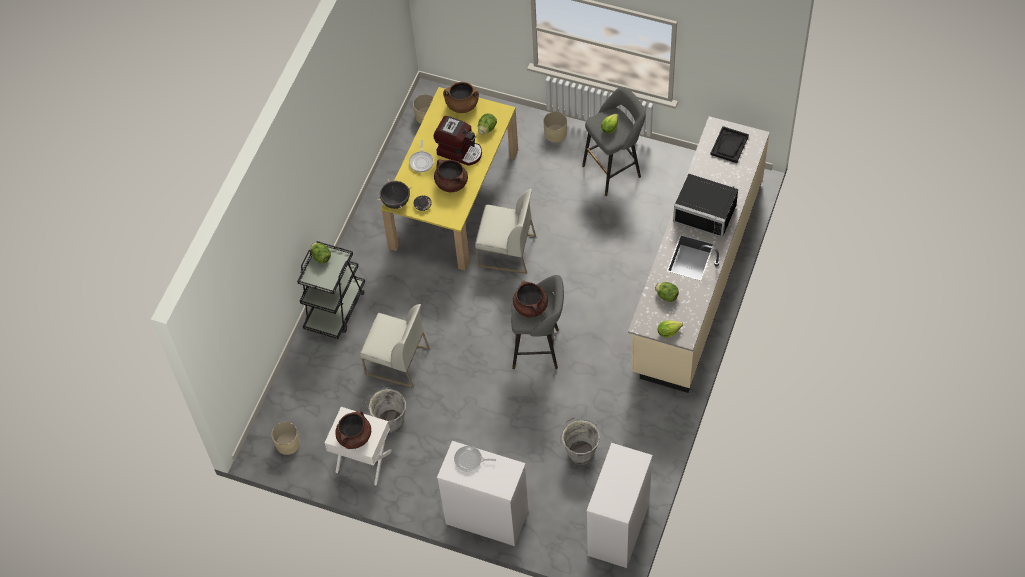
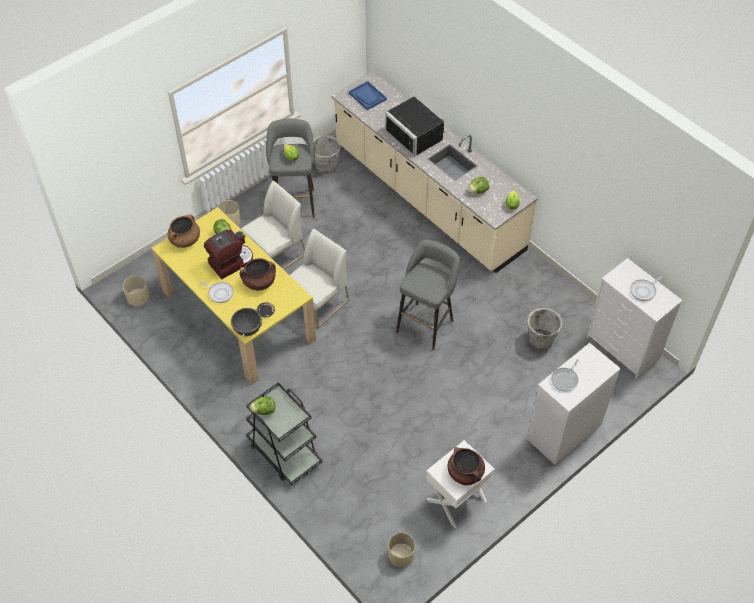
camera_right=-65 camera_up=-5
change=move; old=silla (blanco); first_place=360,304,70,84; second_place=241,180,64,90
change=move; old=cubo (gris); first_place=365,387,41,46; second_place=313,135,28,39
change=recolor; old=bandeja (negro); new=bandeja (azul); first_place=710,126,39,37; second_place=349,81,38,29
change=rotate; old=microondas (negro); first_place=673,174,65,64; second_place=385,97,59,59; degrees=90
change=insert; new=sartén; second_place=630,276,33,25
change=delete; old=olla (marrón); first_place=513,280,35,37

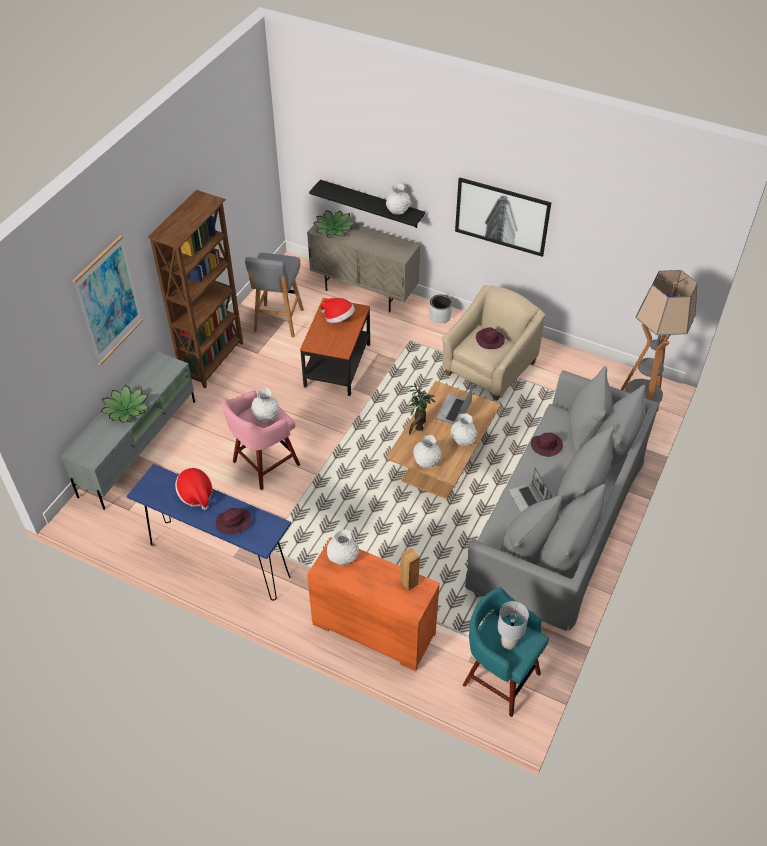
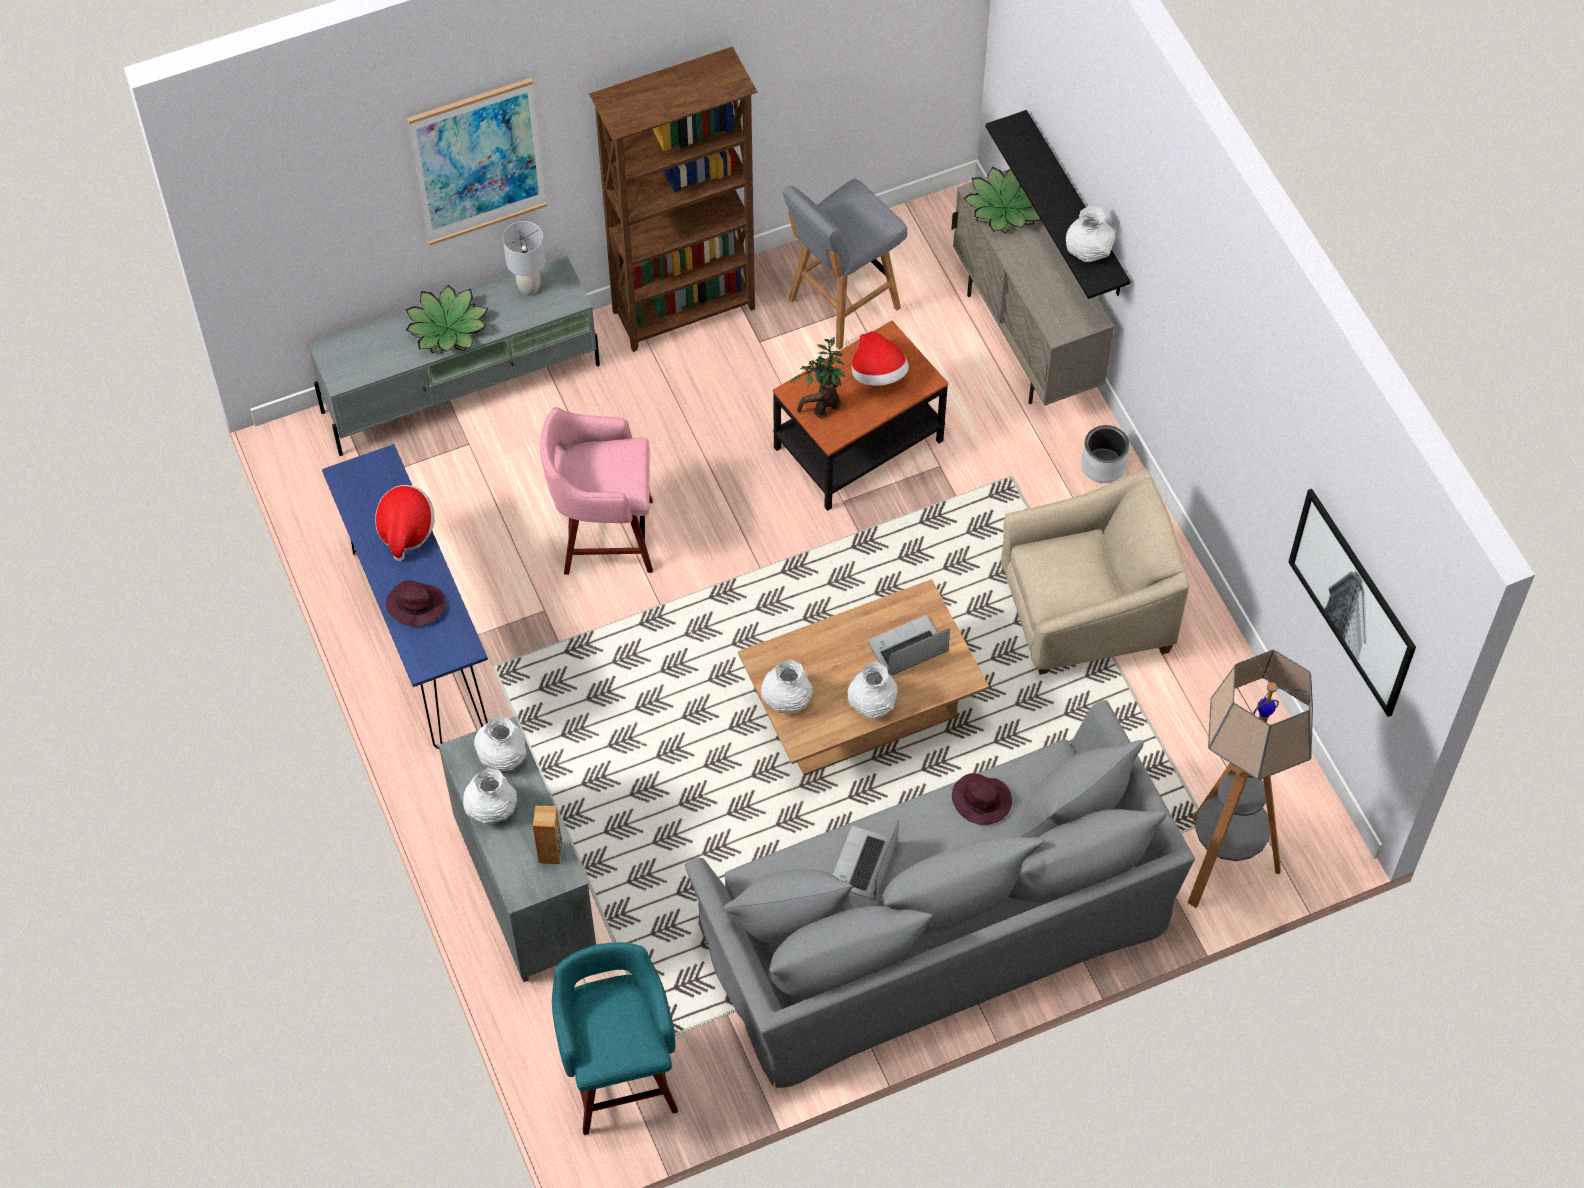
camera_right=40 camera_up=10
change=recolor; old=cómoda (naranja); new=cómoda (gris); first_place=307,537,133,134; second_place=439,717,157,265
change=move; old=florero (blanco); first_place=251,388,29,34; second_place=463,767,54,58
change=move; old=lámpara de mesa (gris); first_place=497,601,32,49; second_place=503,221,43,74
change=move; old=planta en maceta; first_place=408,383,27,51; second_place=790,337,56,82
change=move; old=cuadro; first_place=455,177,96,80; second_place=1288,489,128,228
change=delete; old=sombrero (morado); first_place=476,327,29,22

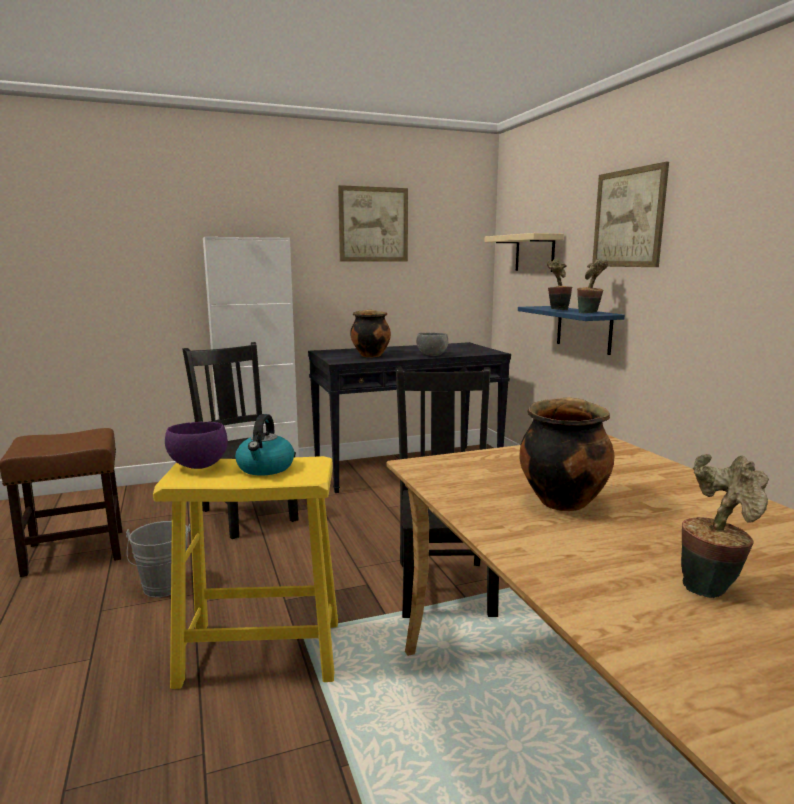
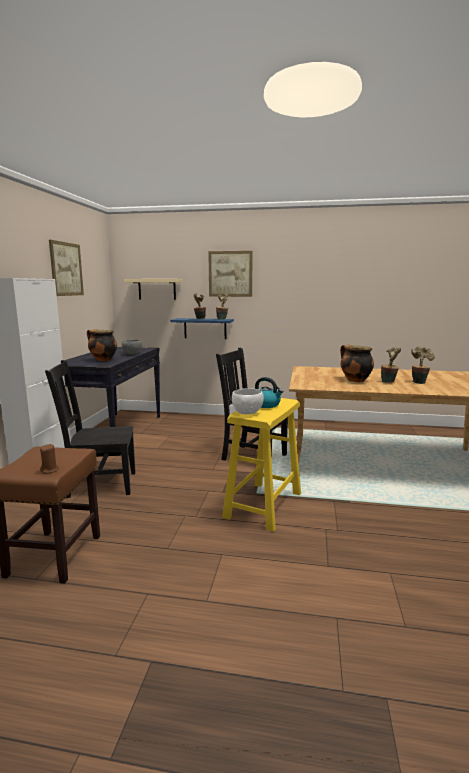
camera_right=-60 camera_up=0
change=insert; new=vela (marrón); second_place=40,444,19,30
change=recolor; old=cuenco (morado); new=cuenco (blanco); first_place=165,422,63,47; second_place=232,388,32,26
change=insert; new=planta en maceta; second_place=381,347,20,36
change=delete; old=cubo (gris); first_place=126,521,64,76

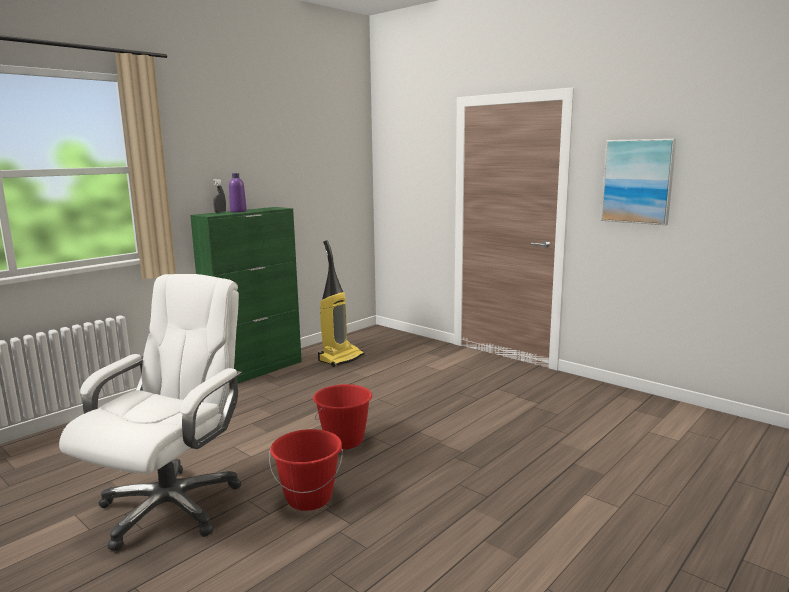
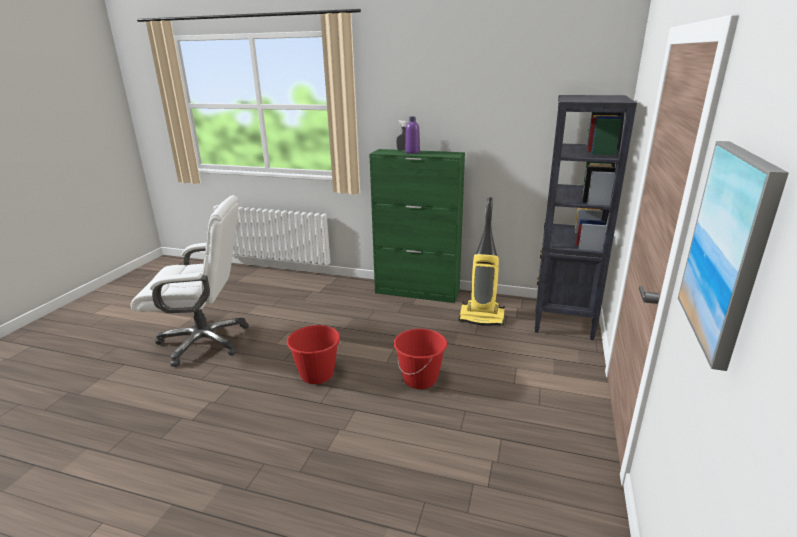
camera_right=65 camera_up=10
change=move; old=cubo (rojo); first_place=269,429,74,82; second_place=394,329,53,60
change=insert; new=estantería (negro); second_place=534,95,103,246

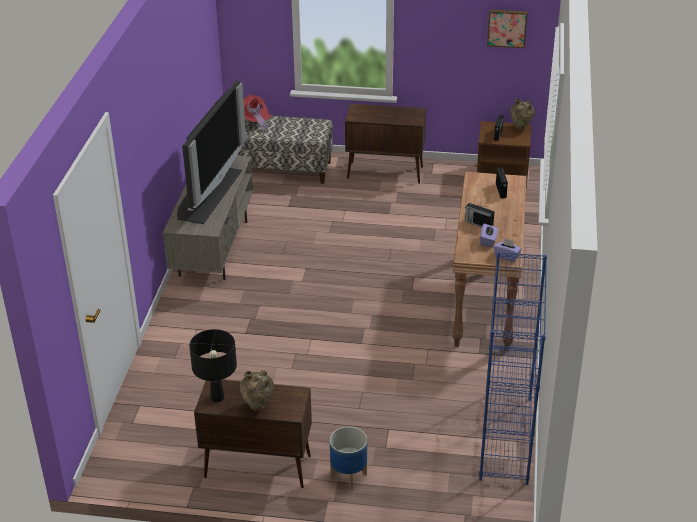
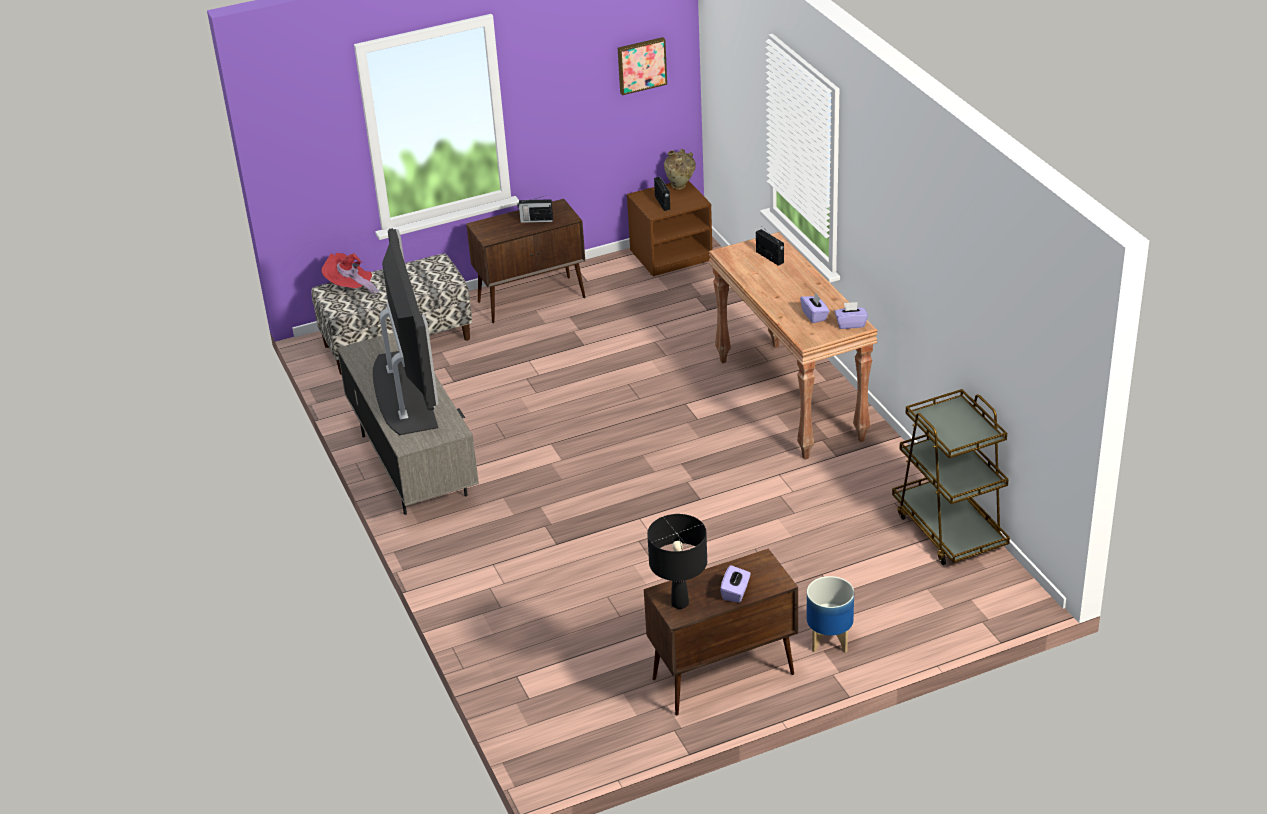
camera_right=-30 camera_up=0
change=move; old=radio; first_place=465,203,29,24; second_place=518,196,35,27
change=replace; old=florero (beis); new=caja de pañuelos (morado); first_place=240,370,34,41; second_place=720,565,31,38
change=replace; old=estantería (azul); new=carrito (marrón); first_place=479,251,68,234; second_place=892,389,118,176

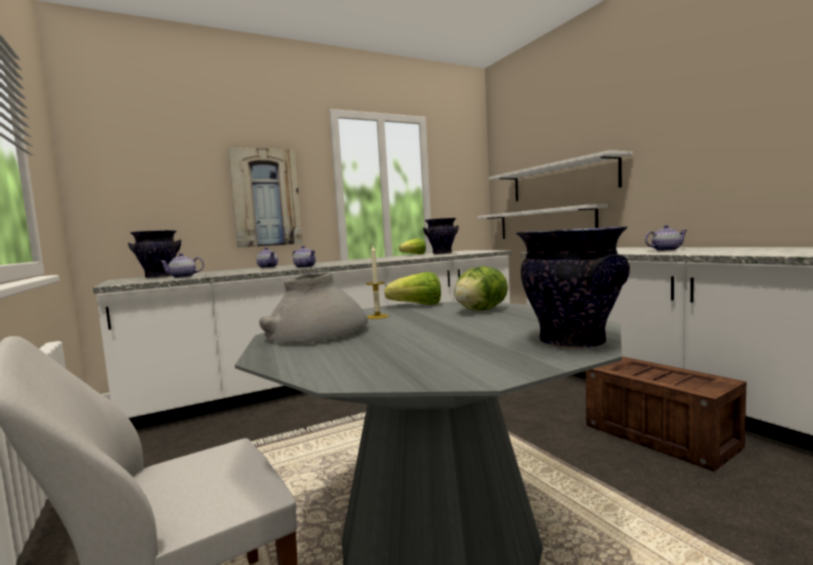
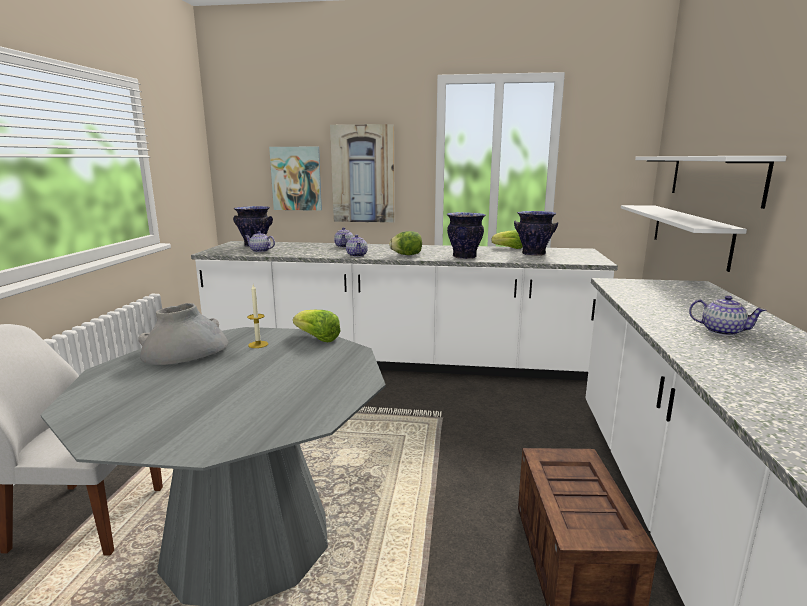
camera_right=35 camera_up=10
change=insert; new=cuadro; second_place=269,147,53,64
change=move; old=lechuga; first_place=454,266,54,45; second_place=389,231,33,24
change=move; old=florero; first_place=516,226,114,123; second_place=447,212,39,47

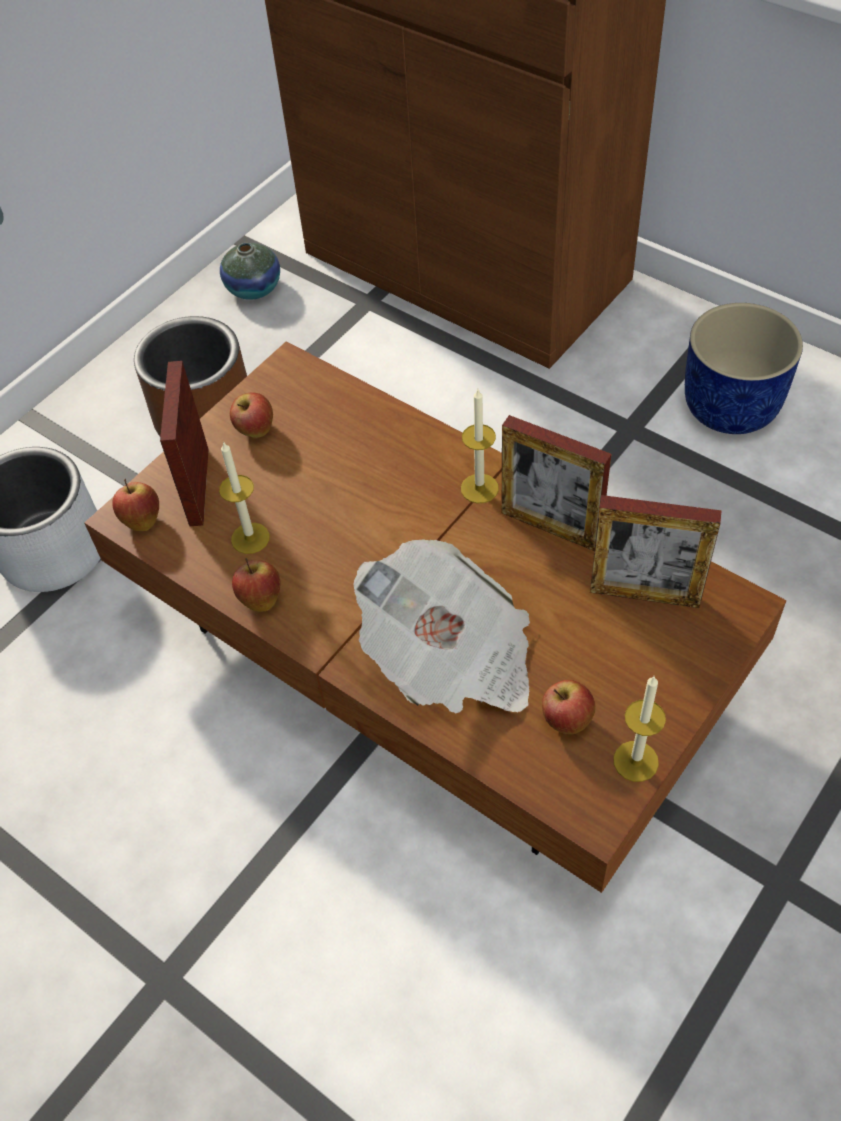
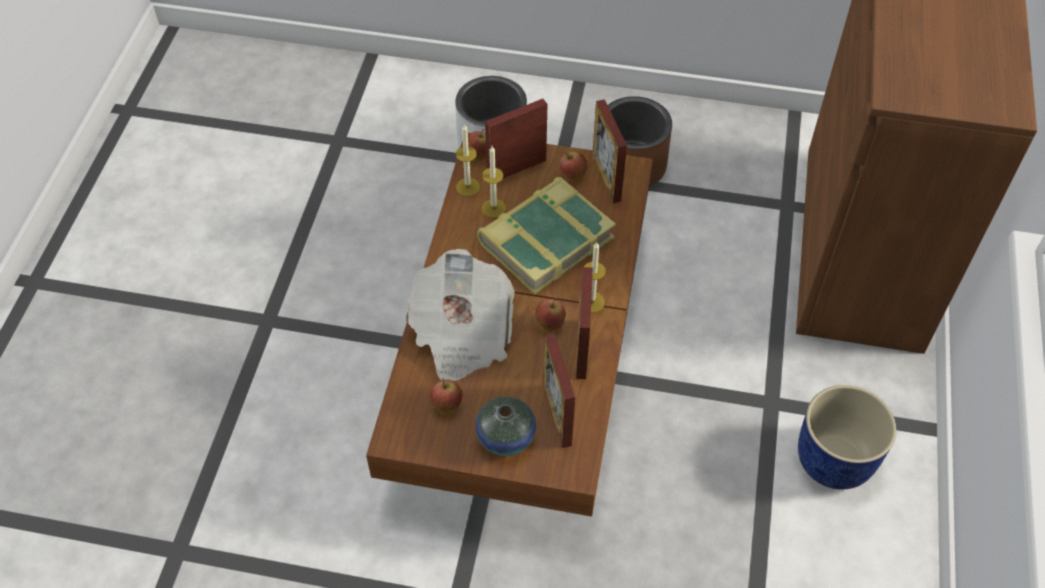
camera_right=60 camera_up=0
change=move; old=vela; first_place=613,676,53,106; second_place=456,124,24,72
change=move; old=florero; first_place=220,243,60,57; second_place=475,396,61,60
change=insert; new=libro; second_place=477,177,139,117
change=move; old=manzana; first_place=232,558,49,53; second_place=535,298,31,35
change=insert; new=portarretratos; second_place=592,99,35,104

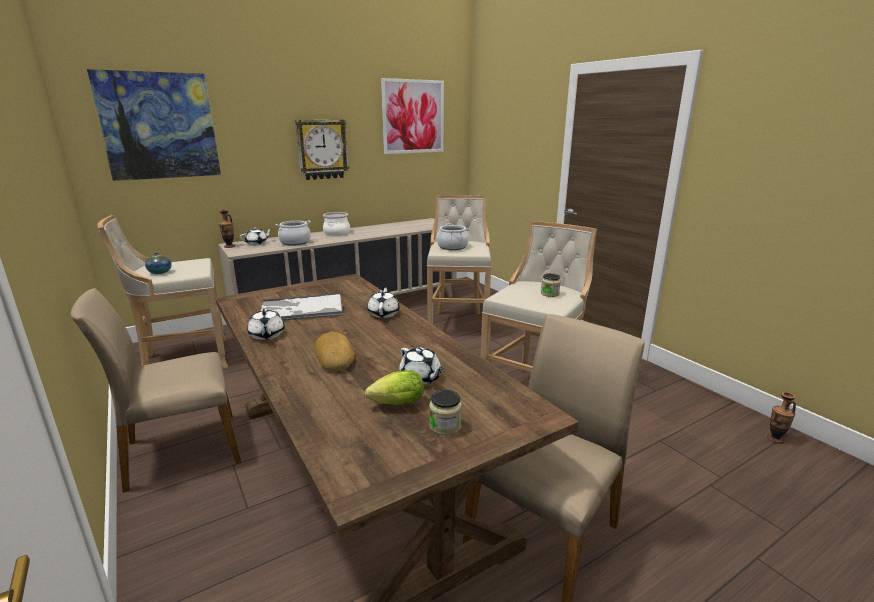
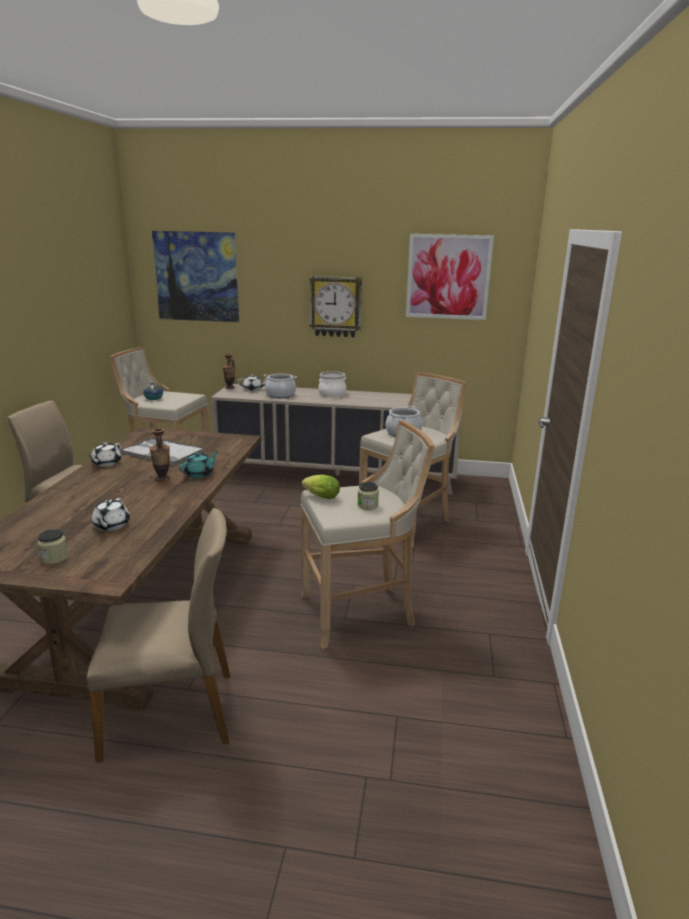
camera_right=40 camera_up=0
change=move; old=florero; first_place=767,392,29,52; second_place=150,428,20,54
change=recolor; old=tetera (blanco); new=tetera (turquesa); first_place=367,287,32,31; second_place=179,451,39,27
change=move; old=lechuga; first_place=365,370,59,35; second_place=302,474,38,25
change=delete; old=pan; first_place=315,332,40,39

